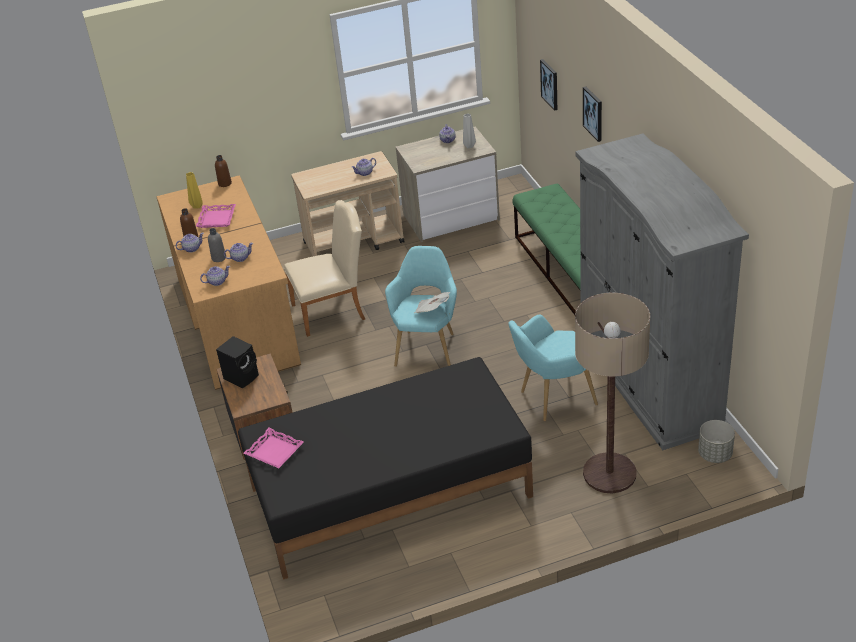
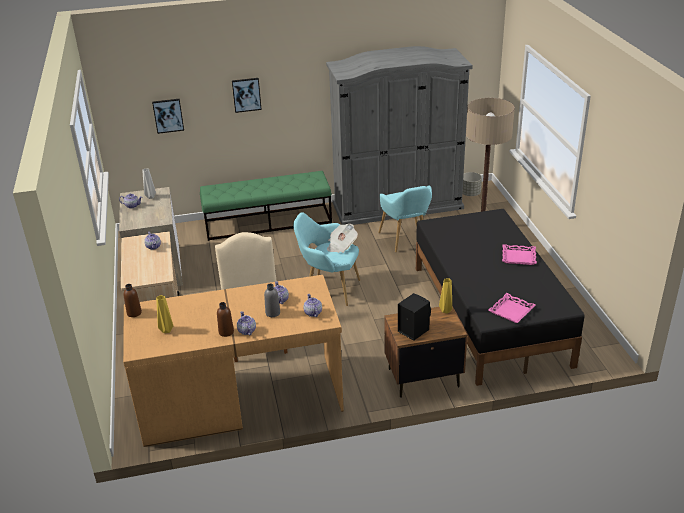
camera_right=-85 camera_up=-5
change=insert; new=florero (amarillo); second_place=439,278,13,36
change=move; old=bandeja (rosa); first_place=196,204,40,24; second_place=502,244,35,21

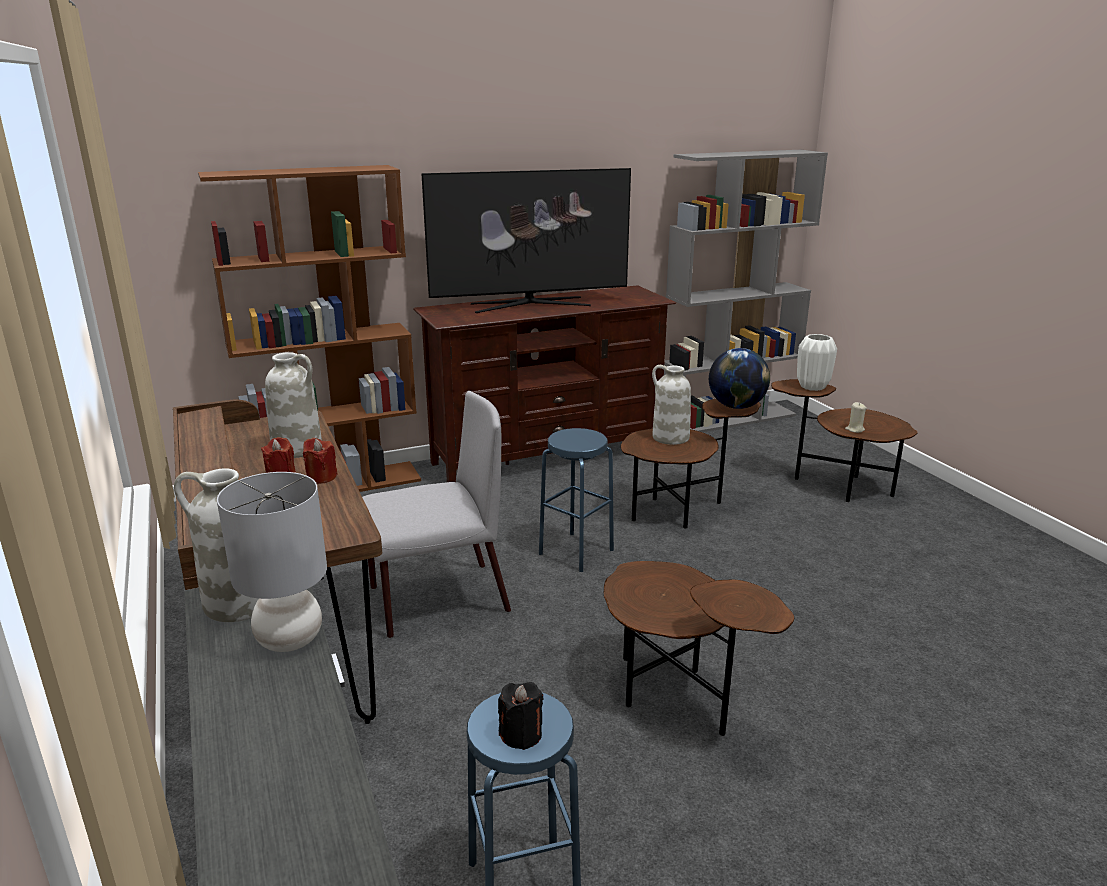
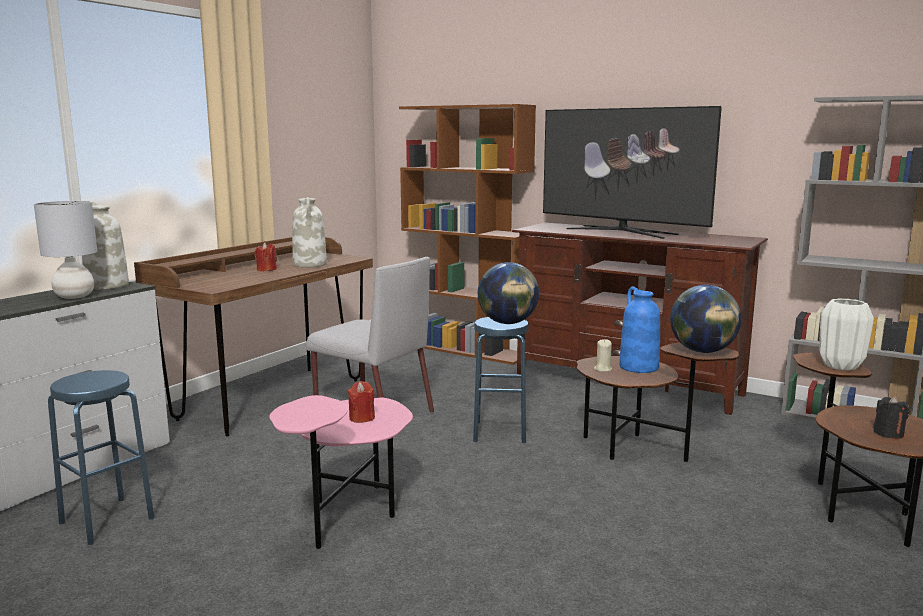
camera_right=55 camera_up=-10
change=recolor; old=mesa auxiliar (marrón); new=mesa auxiliar (rosa); first_place=604,561,190,175; second_place=269,395,144,154
change=move; old=vela (rojo); first_place=303,438,35,46; second_place=348,381,27,42
change=insert; new=globo terráqueo; second_place=478,262,61,62
change=move; old=vela (beis); first_place=845,402,22,31; second_place=594,339,18,33
change=recolor; old=florero (blanco); new=florero (azul); first_place=652,365,39,80; second_place=619,287,41,86
change=move; old=vela (negro); first_place=498,682,45,68; second_place=873,396,37,43

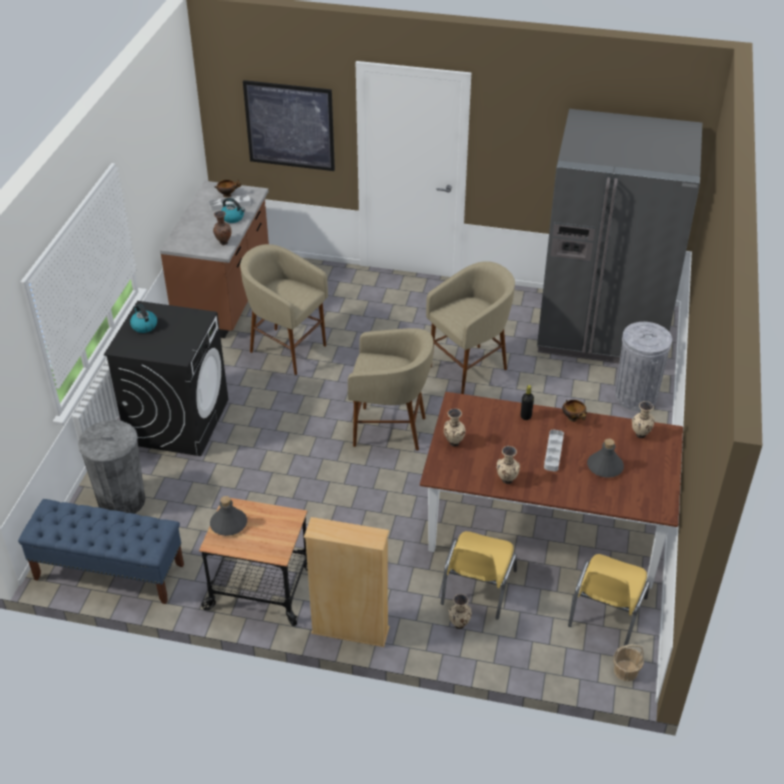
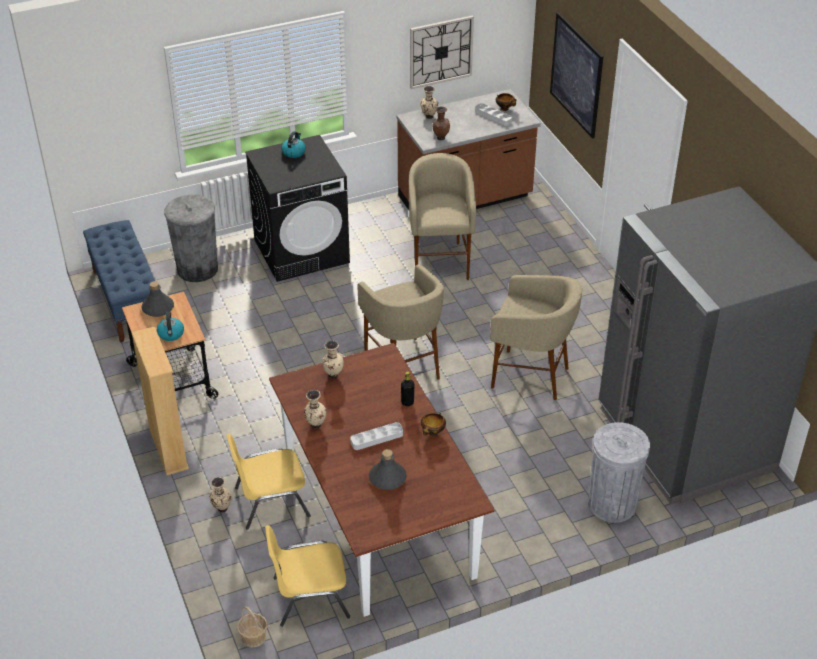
camera_right=55 camera_up=0
change=move; old=hervidor; first_place=221,198,24,25; second_place=157,312,27,29
change=insert; new=reloj de pared; second_place=410,15,64,74
change=move; old=florero (beis); first_place=631,401,24,37; second_place=420,86,18,33

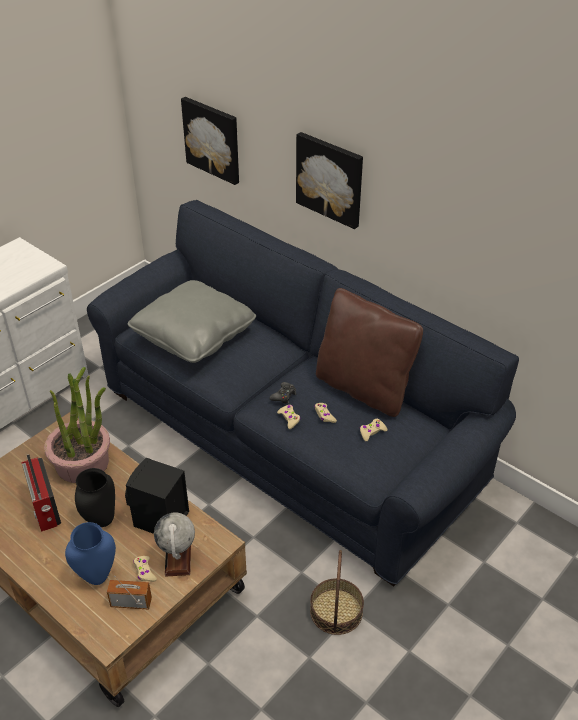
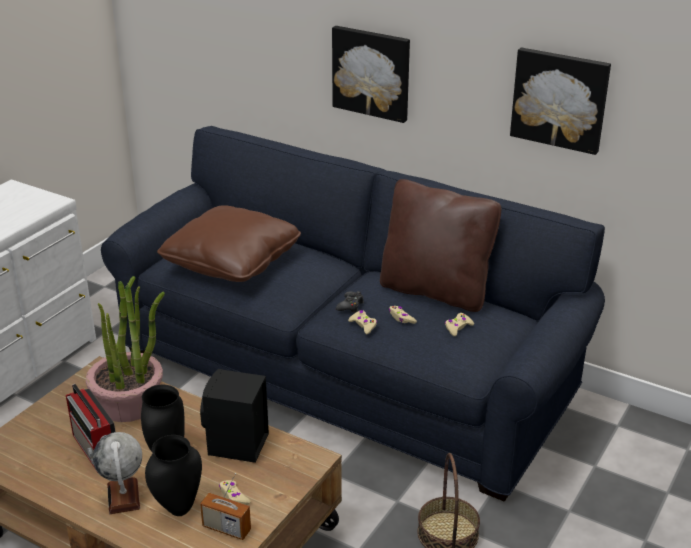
camera_right=-10 camera_up=-10
change=move; old=globo terráqueo; first_place=154,512,41,65; second_place=93,432,49,82
change=recolor; old=florero (azul); new=florero (negro); first_place=65,522,51,63; second_place=145,435,57,81
change=recolor; old=cojín (gris); new=cojín (marrón); first_place=128,280,128,83; second_place=157,205,144,77
change=rotate; old=radio; first_place=107,576,45,34; second_place=200,473,51,67; degrees=-150
change=move; old=cuadro; first_place=181,97,58,88; second_place=510,48,101,107

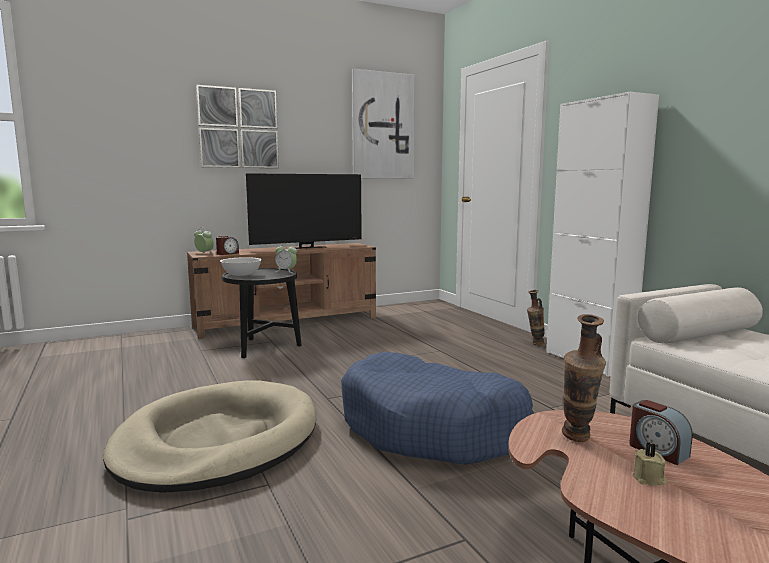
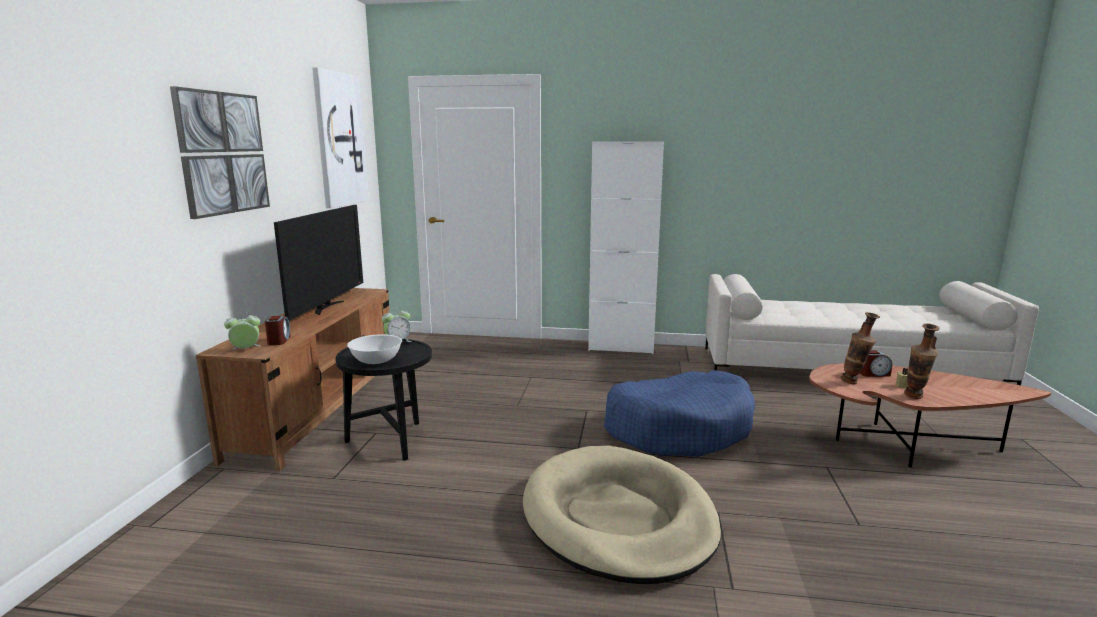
camera_right=-55 camera_up=5
change=move; old=florero; first_place=527,290,18,56; second_place=904,323,36,76

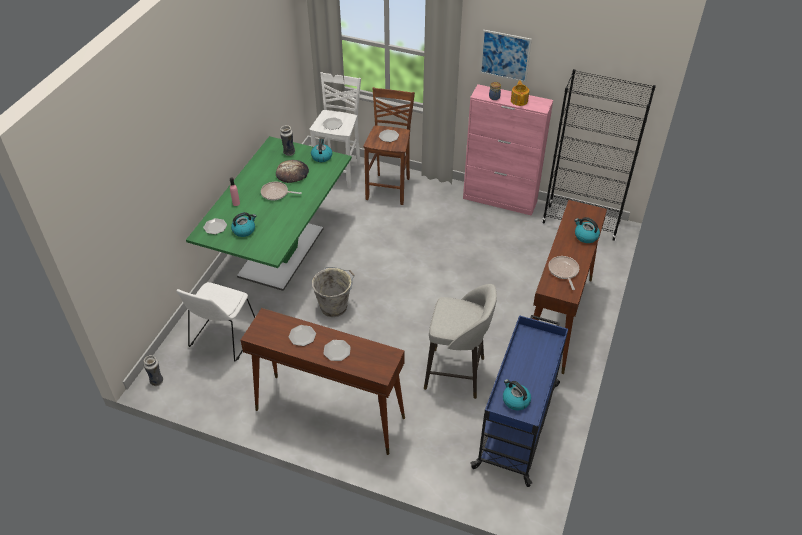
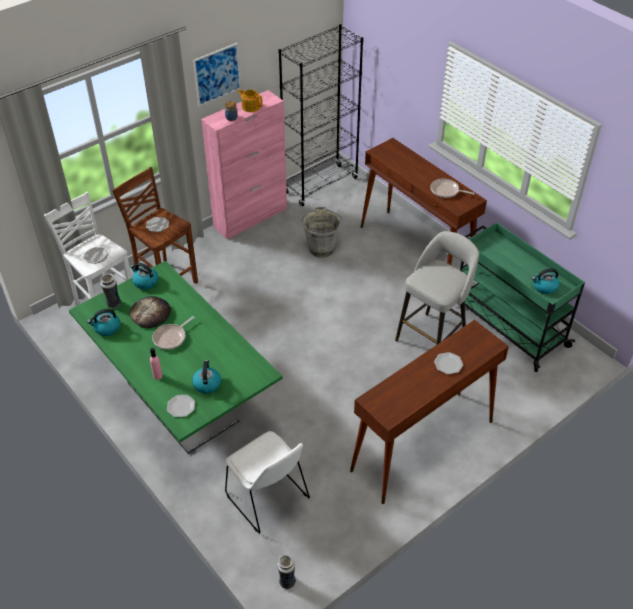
camera_right=-60 camera_up=0
change=move; old=hervidor; first_place=574,217,26,26; second_place=87,309,33,27
change=move; old=cubo (gris); first_place=312,267,43,50; second_place=302,207,40,51
change=recolor; old=carrito (azul); new=carrito (verde); first_place=470,315,98,172; second_place=454,222,131,150
change=delete; old=plato; first_place=289,325,27,21

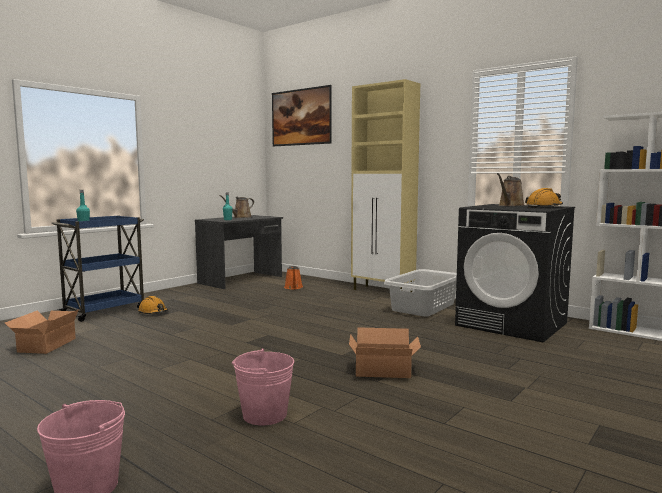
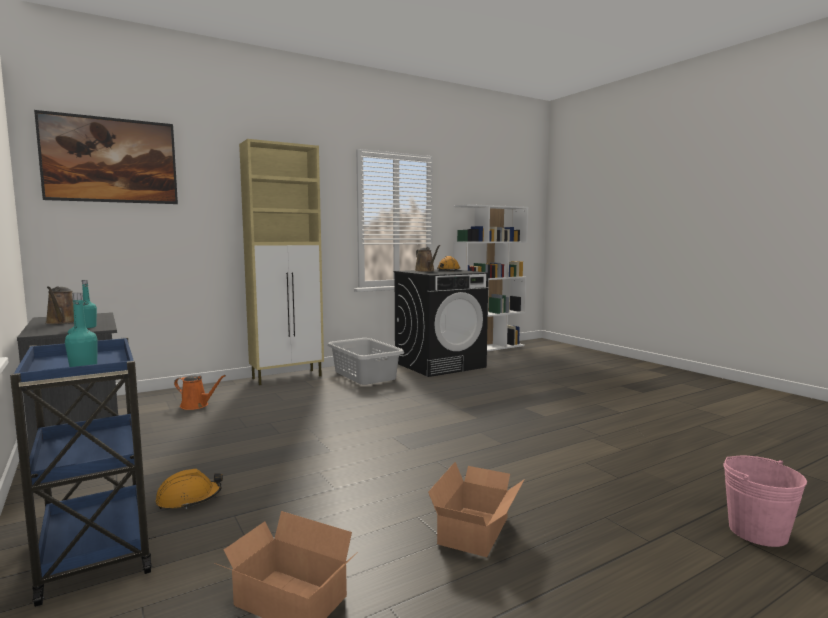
camera_right=-70 camera_up=0
change=move; old=caja de cartón; first_place=349,327,72,51; second_place=428,462,97,95
change=delete; old=cubo (rosa); first_place=232,348,62,78

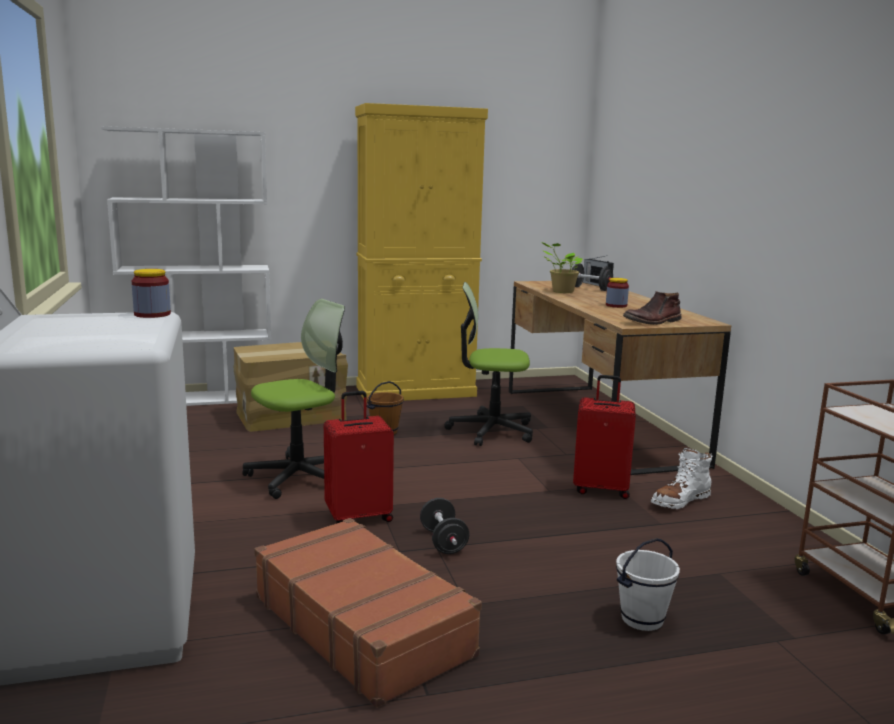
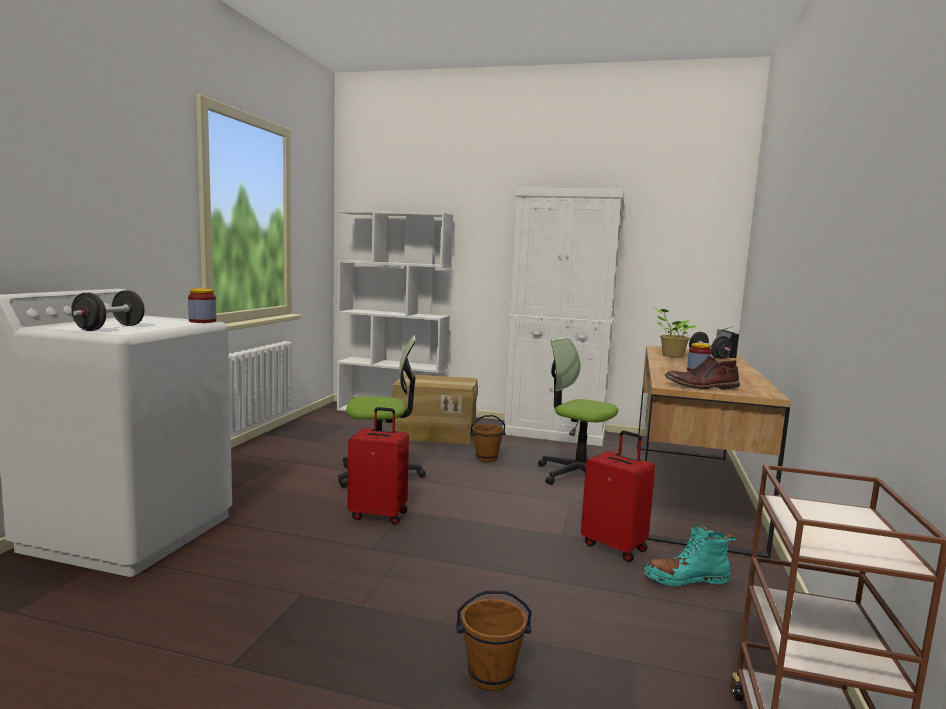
camera_right=30 camera_up=-5
change=move; old=mancuerna (negro); first_place=420,498,49,56; second_place=71,290,74,41
change=recolor; old=cubo (blanco); new=cubo (marrón); first_place=616,538,64,93; second_place=456,590,76,101
change=recolor; old=armario (amarillo); new=armario (blanco); first_place=355,103,133,300; second_place=503,187,121,259
change=recolor; old=bota (blanco); new=bota (turquesa); first_place=651,448,62,61; second_place=644,523,92,63
change=delete; old=maleta (marrón); first_place=254,518,228,190

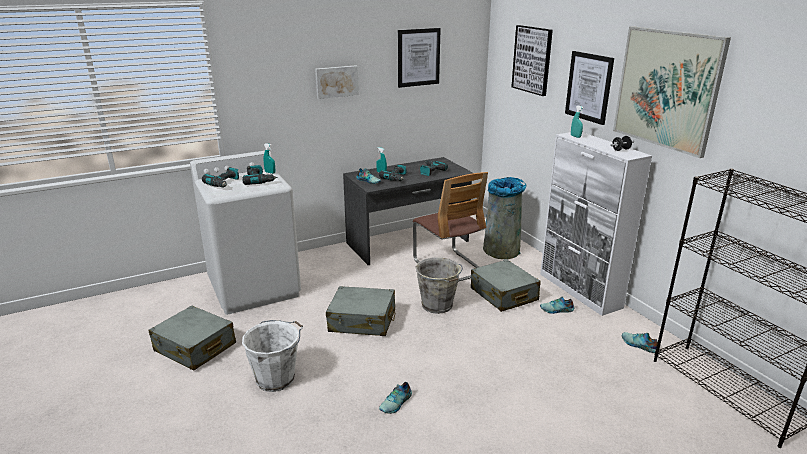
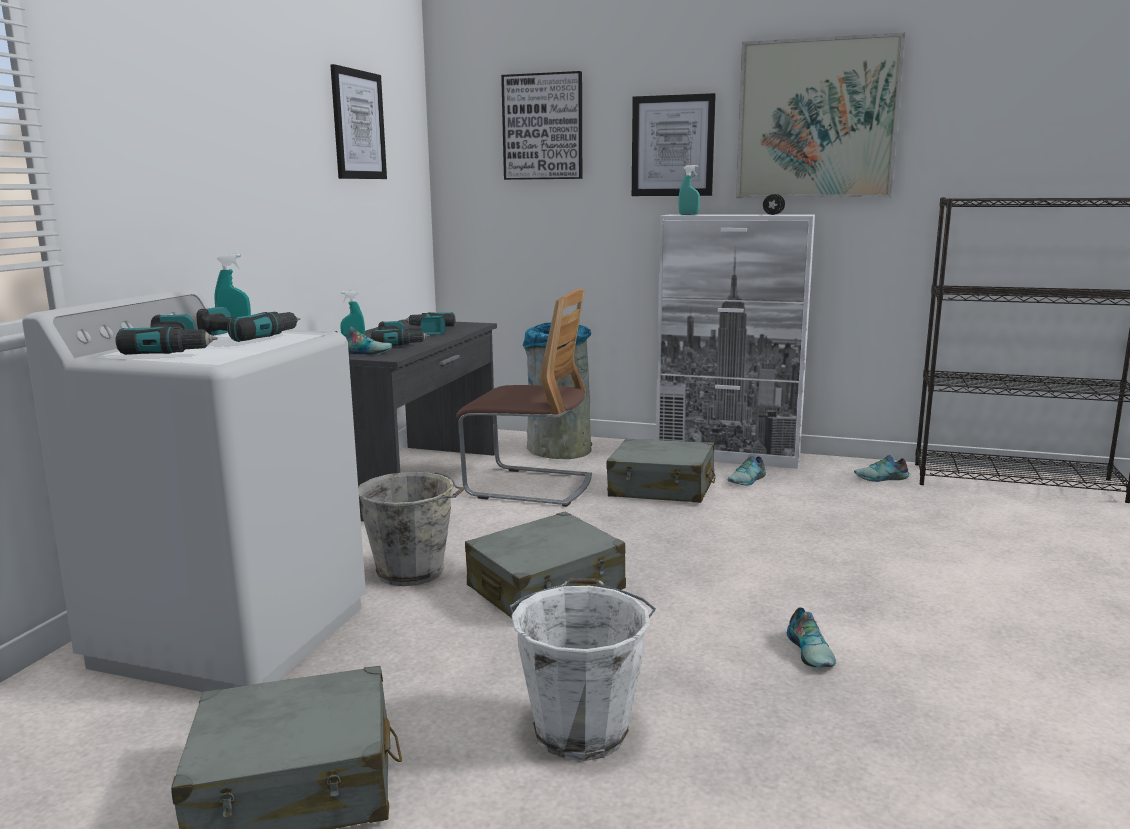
camera_right=-45 camera_up=-10
change=move; old=cubo (gris); first_place=415,257,48,57; second_place=358,472,106,114
change=delete; old=cuadro; first_place=315,65,44,34

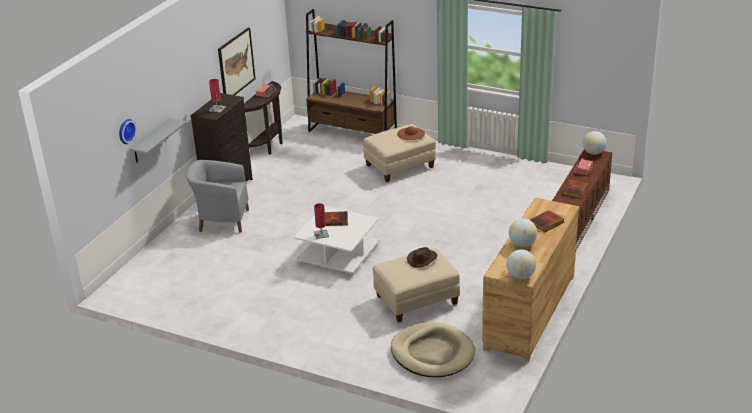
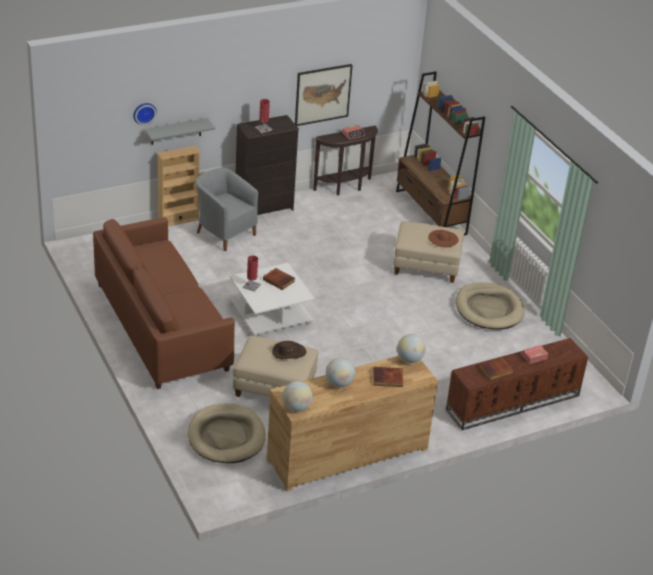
camera_right=35 camera_up=5
change=insert; new=sofá (marrón); second_place=93,217,142,172
change=insert; new=estantería (beis); second_place=157,146,44,80
change=move; old=globo terráqueo; first_place=583,131,24,24; second_place=397,334,29,29
change=insert; new=cama para perro (beis); second_place=456,282,69,48

